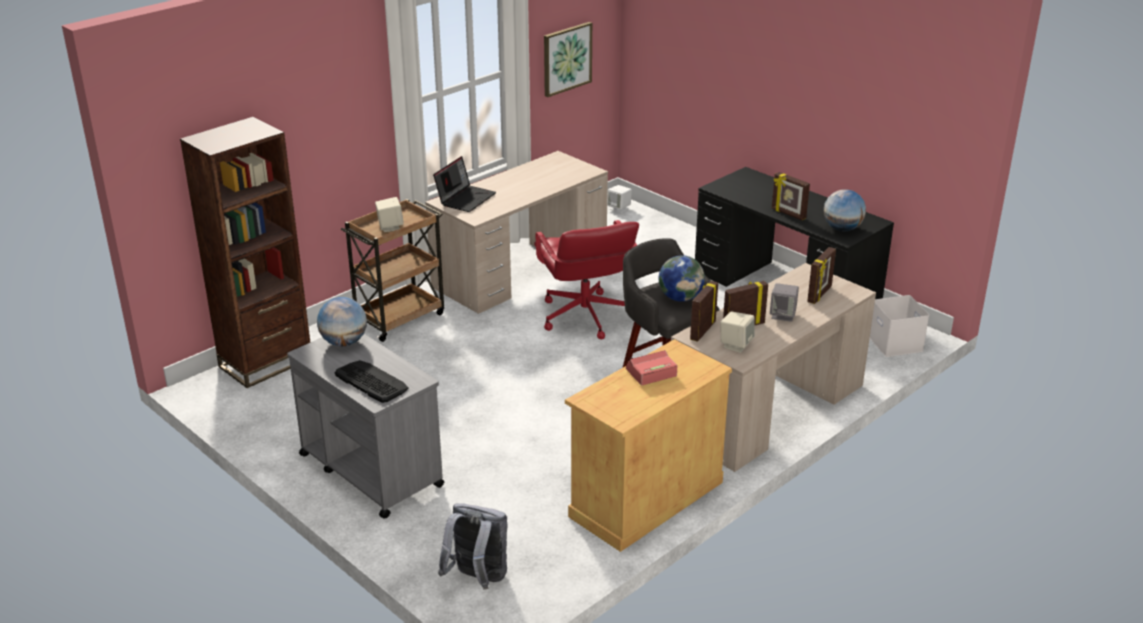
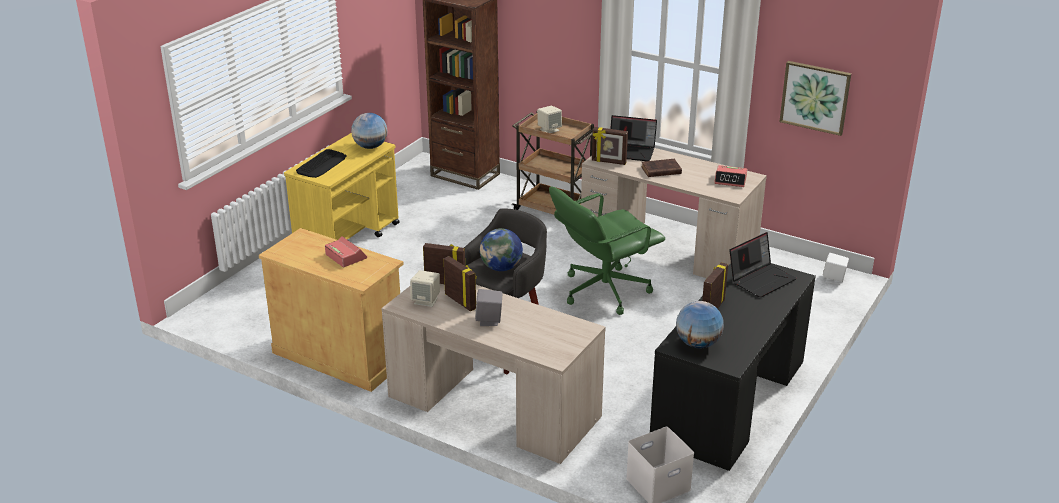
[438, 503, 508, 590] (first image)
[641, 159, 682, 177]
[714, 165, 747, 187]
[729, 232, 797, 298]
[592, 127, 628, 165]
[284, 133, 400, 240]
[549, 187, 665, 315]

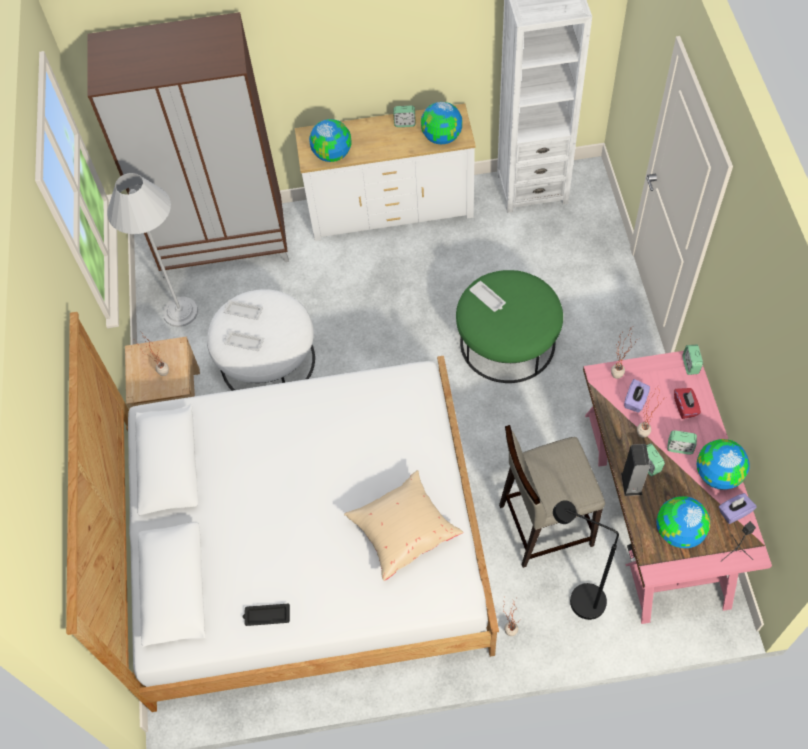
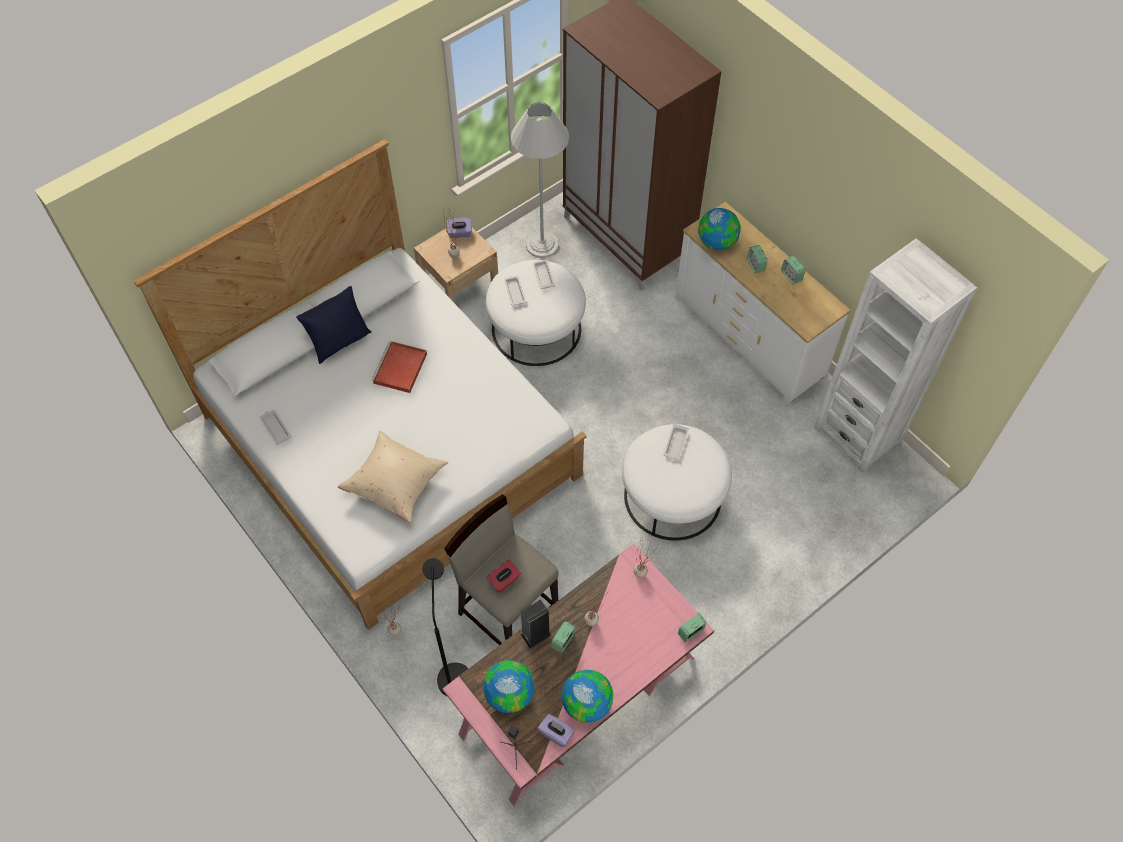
[421, 102, 462, 144] (first image)
[296, 286, 372, 364]
[371, 341, 427, 393]
[446, 218, 472, 238]
[747, 245, 768, 273]
[486, 559, 521, 593]
[260, 410, 291, 445]
[622, 424, 732, 541]

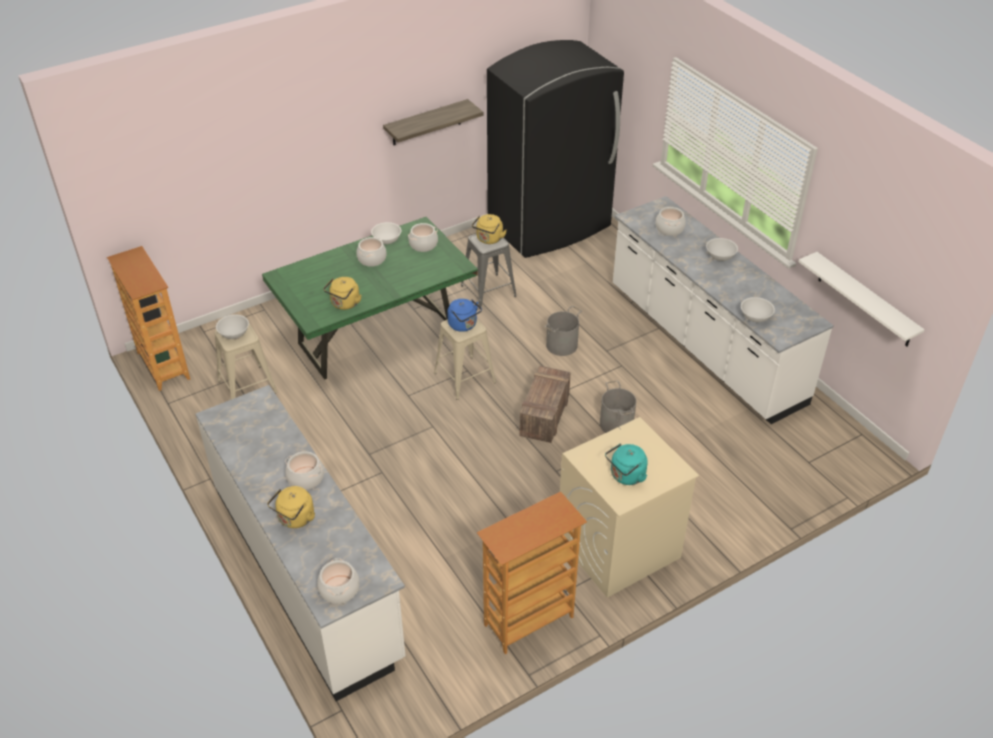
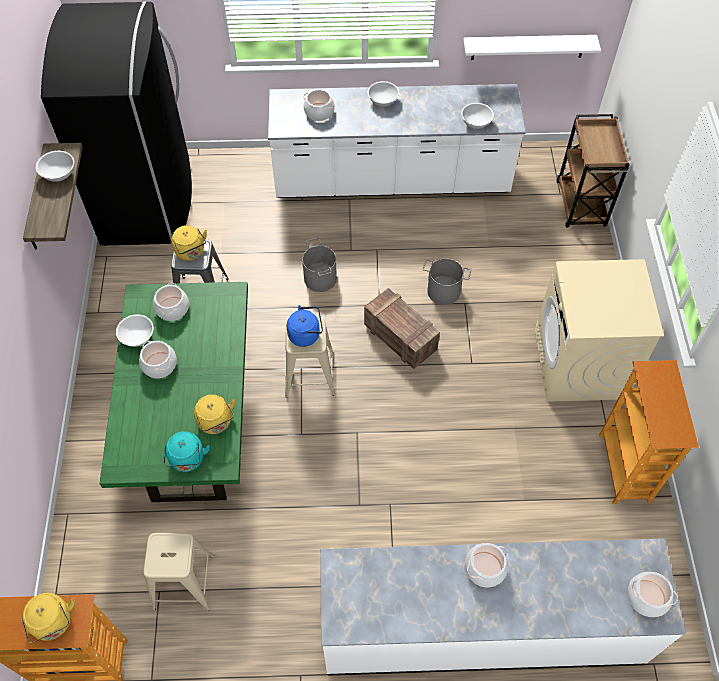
[557, 114, 630, 227]
[36, 151, 74, 182]
[21, 593, 75, 643]
[164, 431, 210, 472]

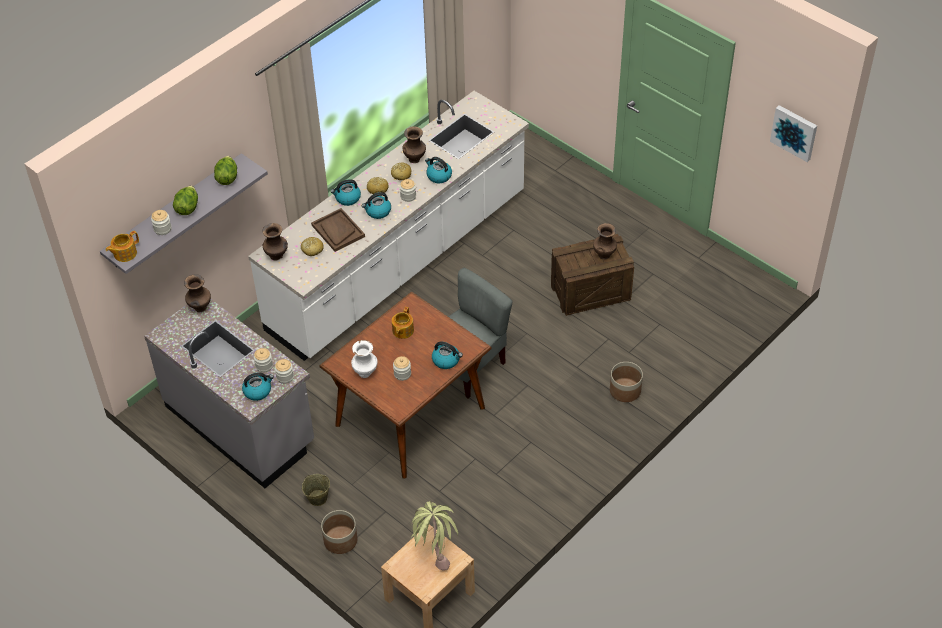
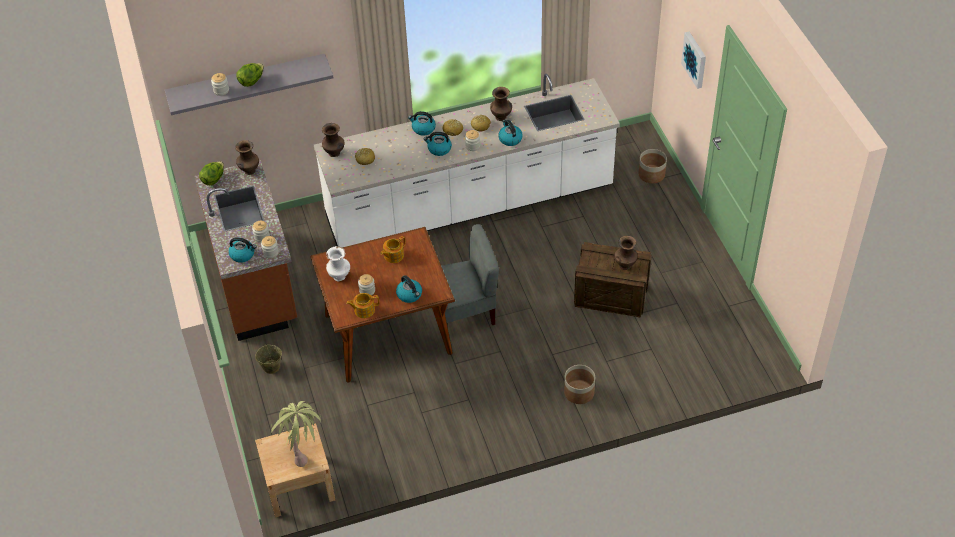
[311, 208, 365, 252] (first image)
[346, 293, 379, 318]
[199, 161, 224, 185]
[638, 149, 667, 183]
[681, 32, 706, 89]
[194, 160, 297, 341]

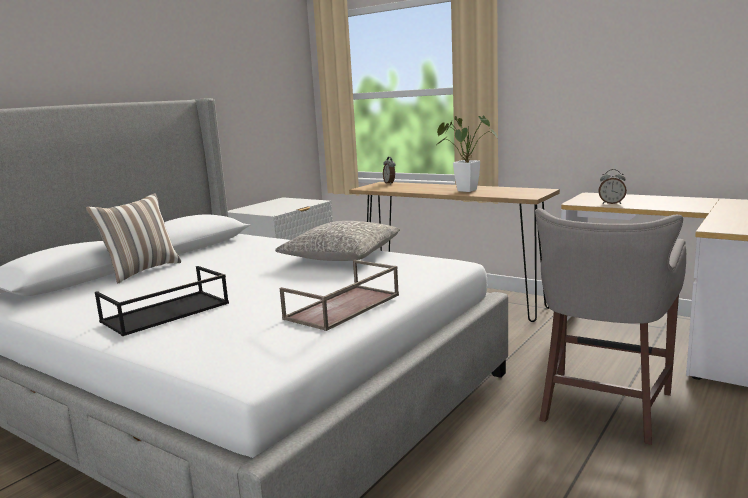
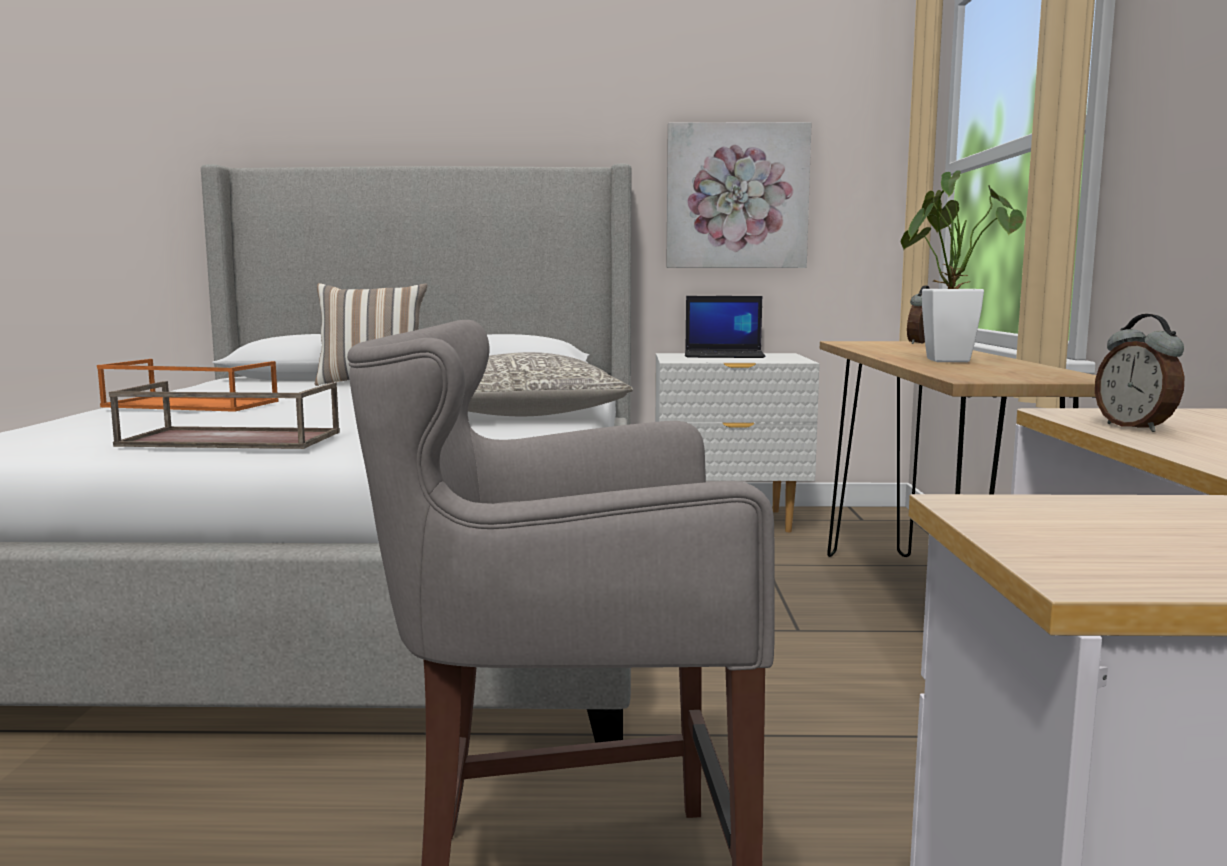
[666, 122, 812, 268]
[685, 296, 765, 358]
[97, 359, 279, 412]

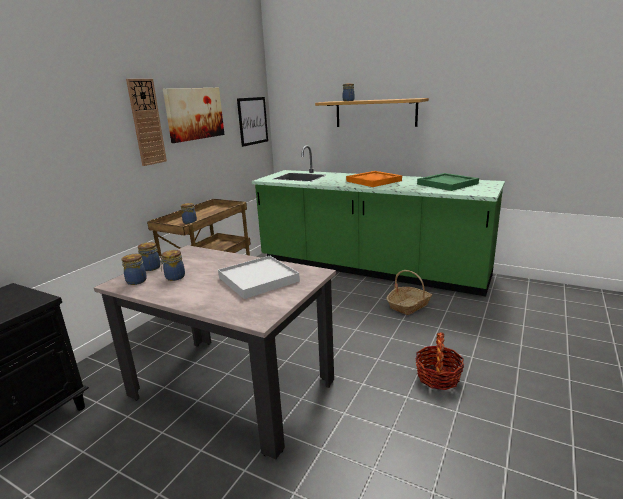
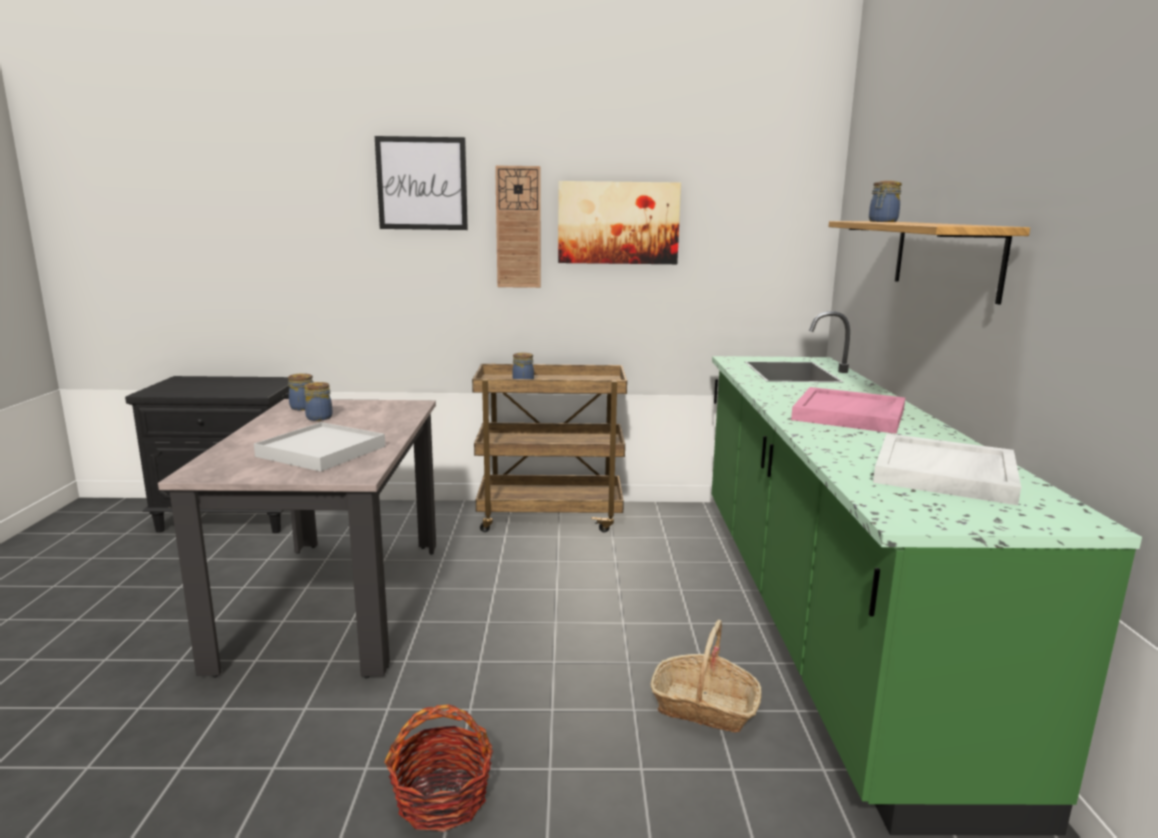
[138, 242, 161, 271] (first image)
[375, 136, 468, 230]
[791, 387, 906, 434]
[873, 433, 1021, 505]

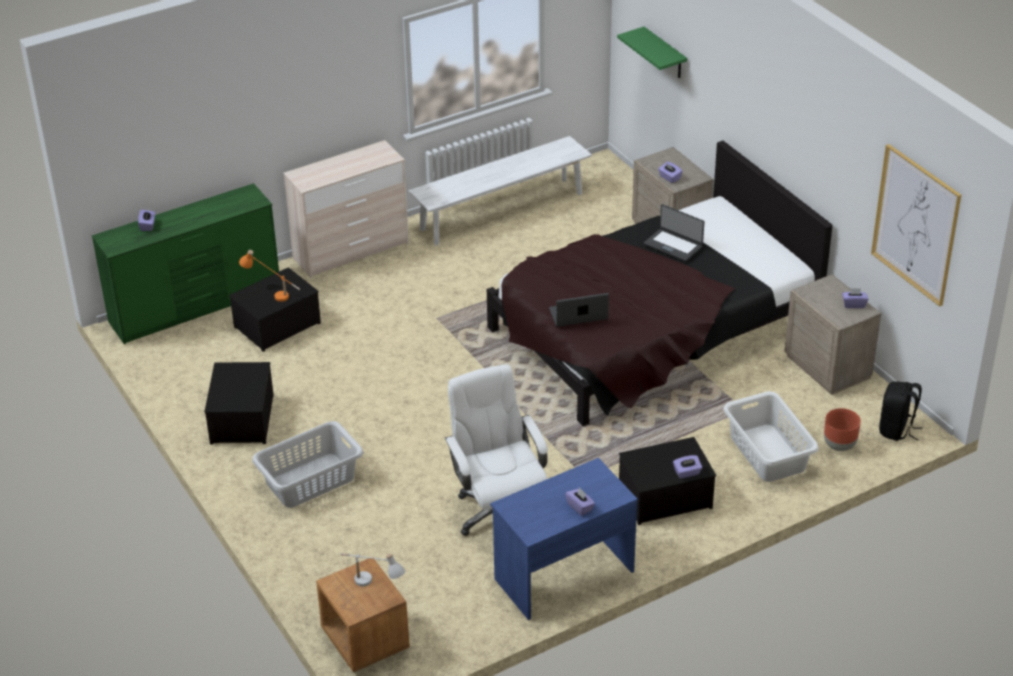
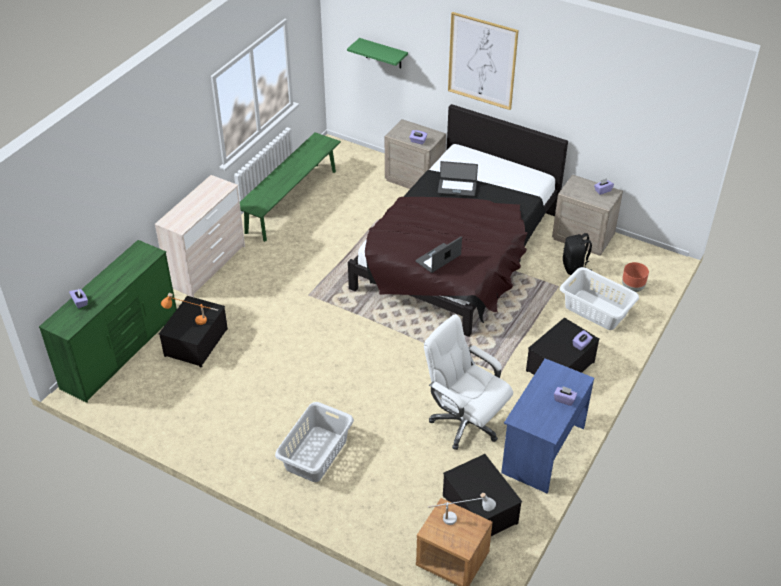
[443, 454, 522, 536]
[448, 12, 519, 110]
[563, 233, 592, 275]
[240, 132, 341, 242]

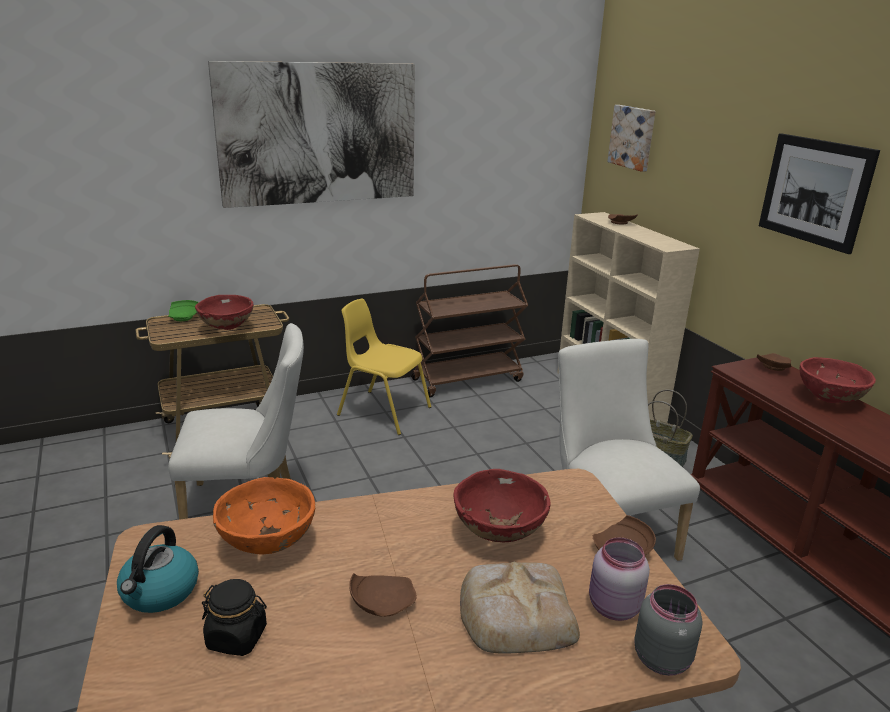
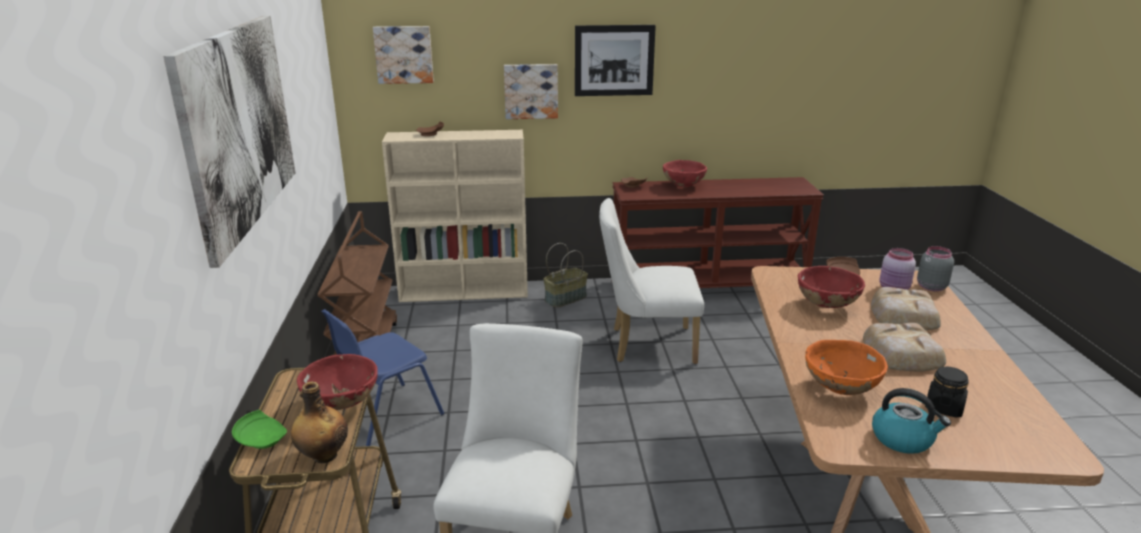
[291, 382, 348, 463]
[504, 64, 558, 119]
[863, 323, 946, 372]
[321, 309, 444, 446]

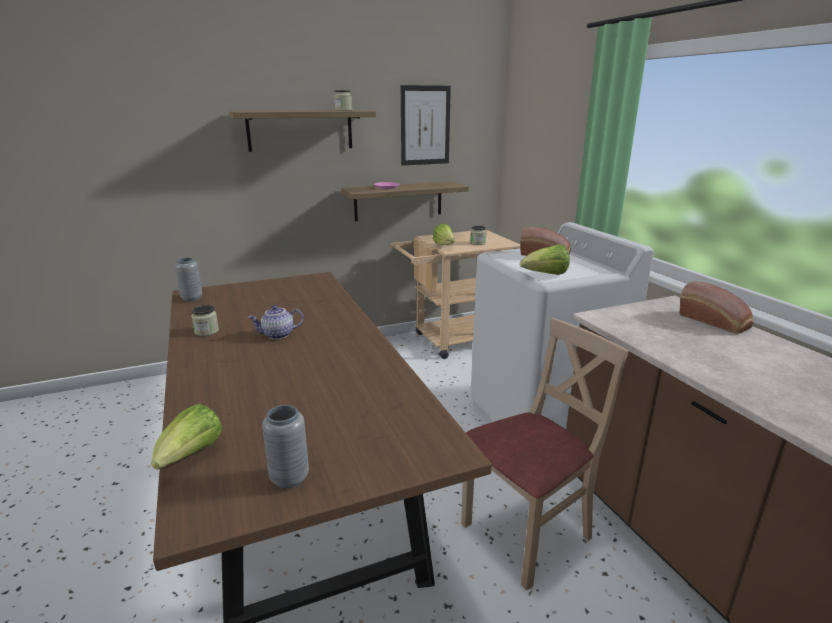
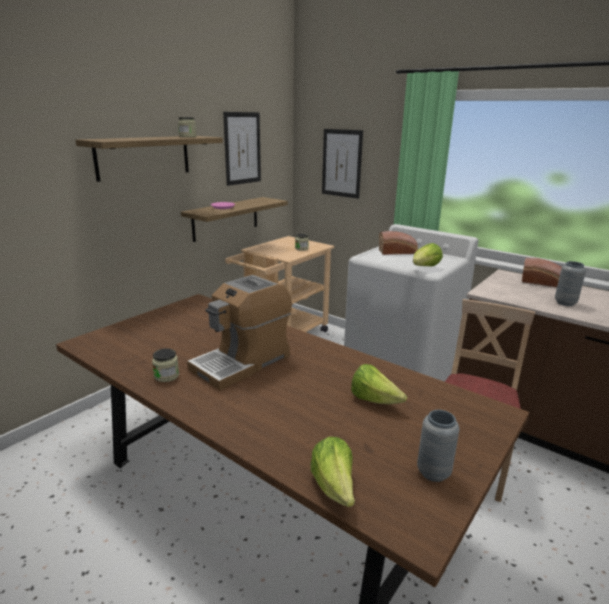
[322, 129, 363, 199]
[555, 261, 586, 306]
[351, 364, 407, 404]
[187, 275, 292, 390]

